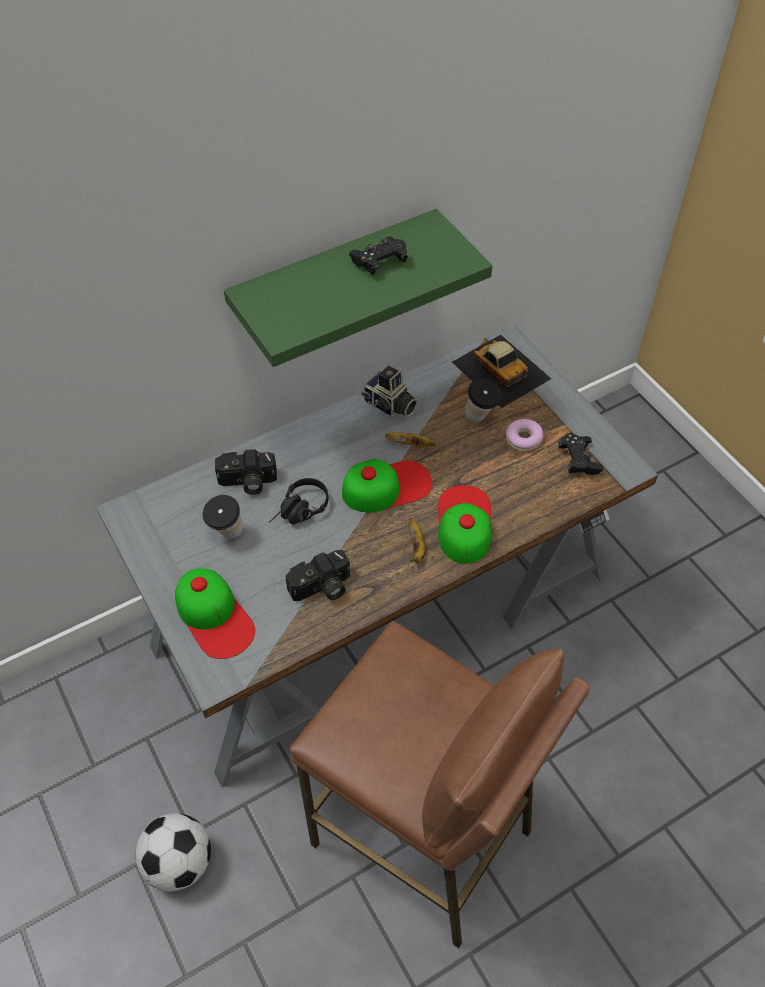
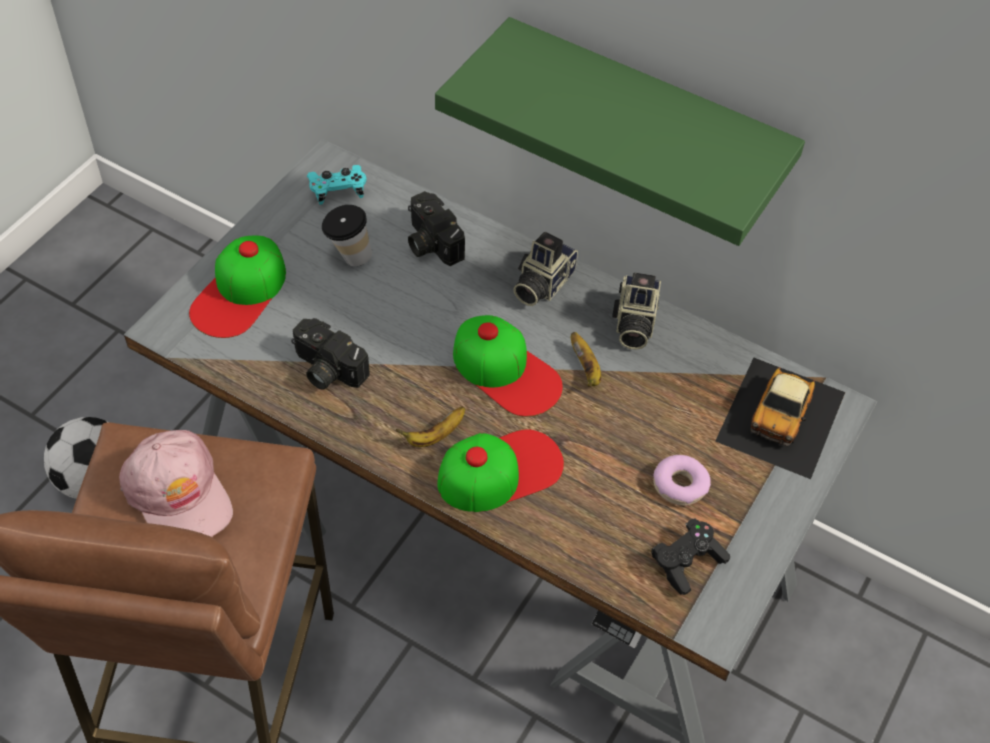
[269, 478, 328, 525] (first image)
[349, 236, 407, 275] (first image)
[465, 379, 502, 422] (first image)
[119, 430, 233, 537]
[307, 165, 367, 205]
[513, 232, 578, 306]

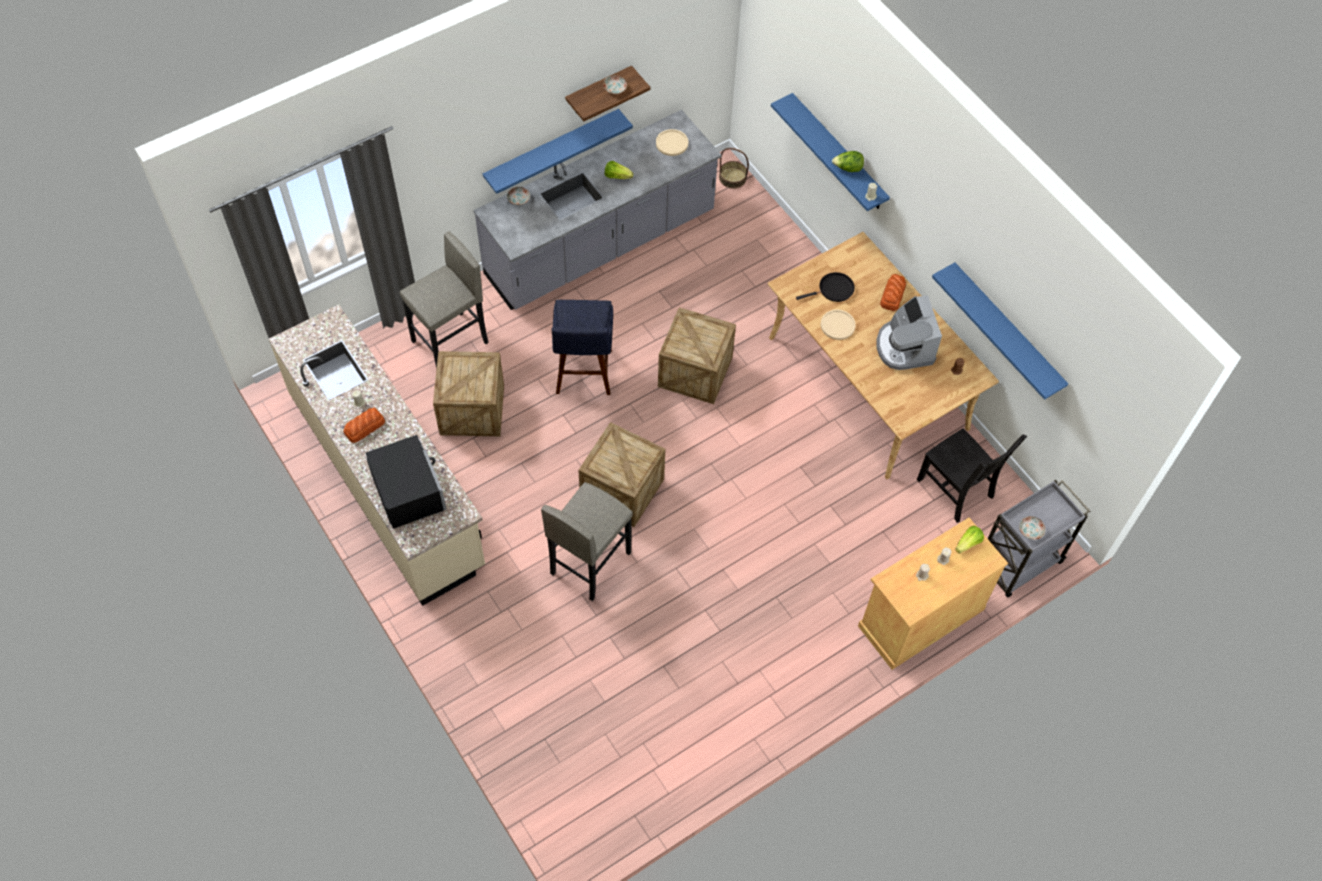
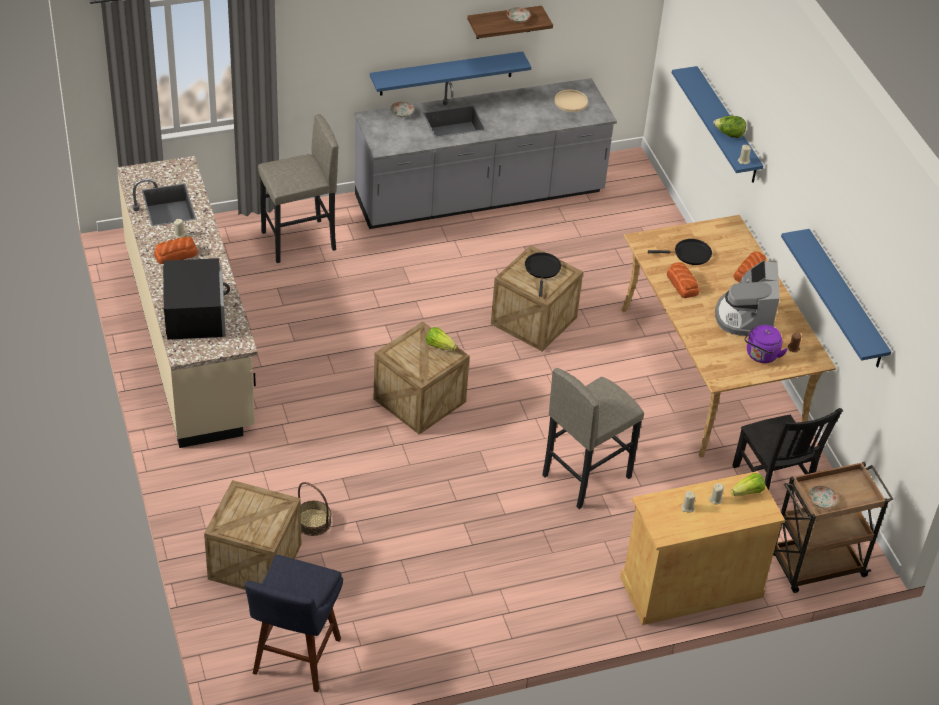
[525, 252, 561, 297]
[744, 325, 788, 363]
[204, 480, 302, 590]
[542, 368, 644, 509]
[245, 555, 343, 692]
[426, 327, 457, 351]
[298, 482, 331, 536]
[667, 262, 699, 298]
[773, 462, 893, 593]

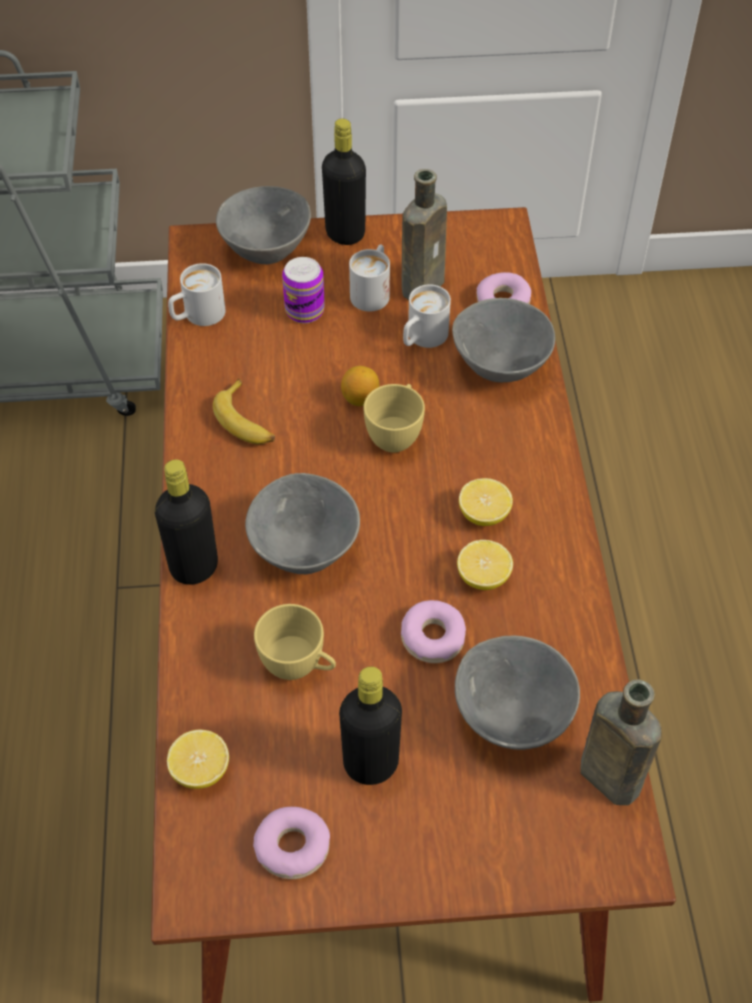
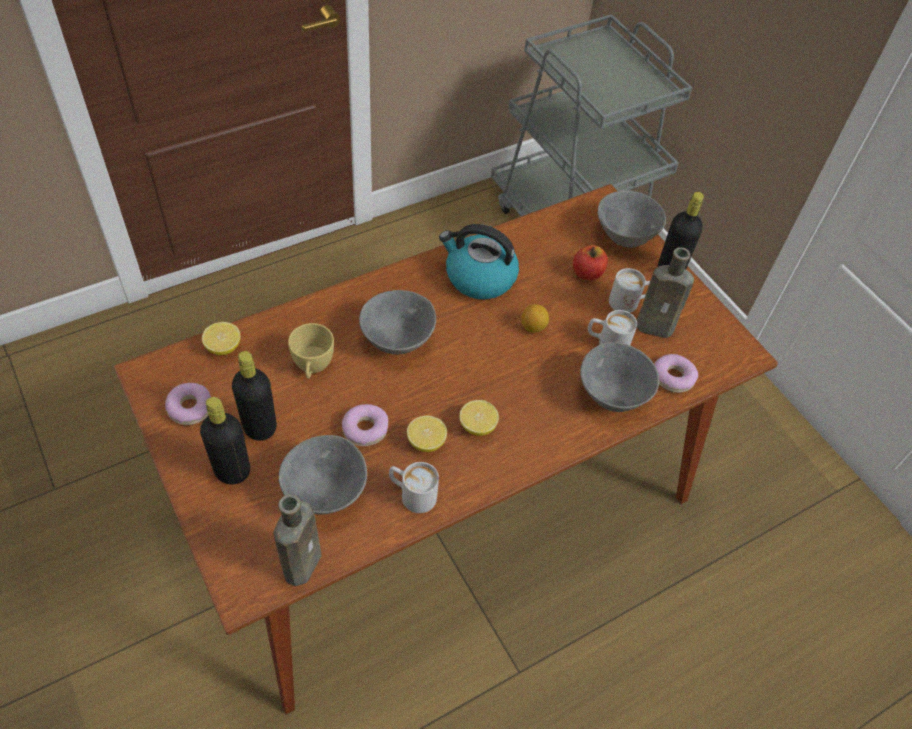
[363, 384, 425, 452] (first image)
[200, 397, 250, 485]
[389, 462, 439, 513]
[439, 224, 519, 299]
[573, 245, 608, 281]

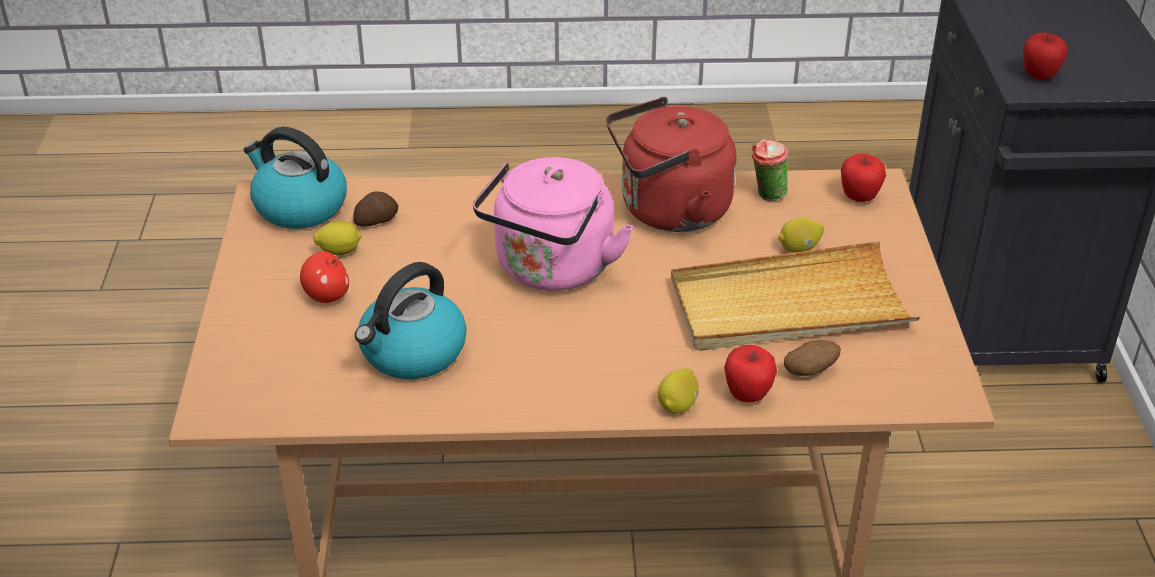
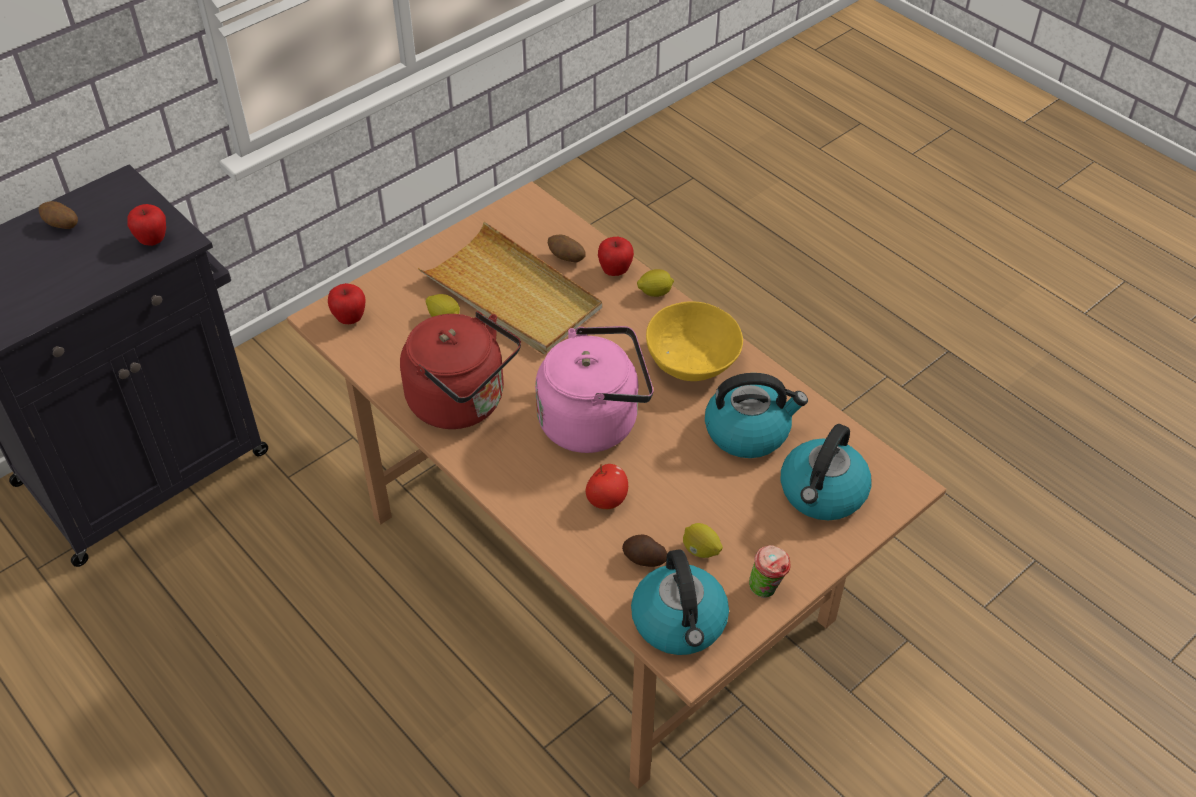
[38, 201, 78, 229]
[646, 301, 743, 381]
[781, 424, 872, 520]
[586, 464, 628, 509]
[749, 545, 790, 598]

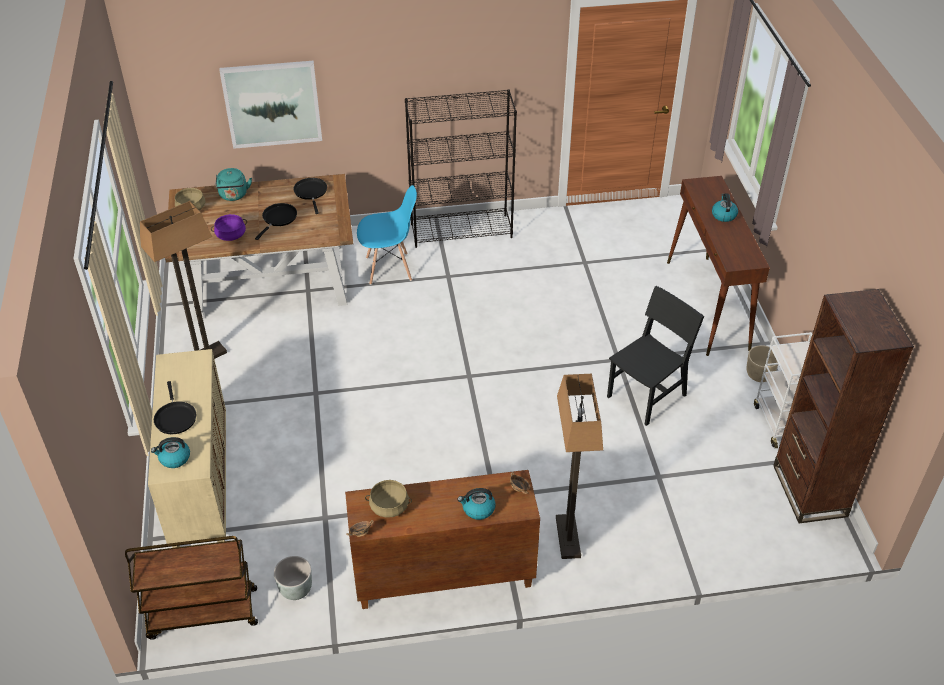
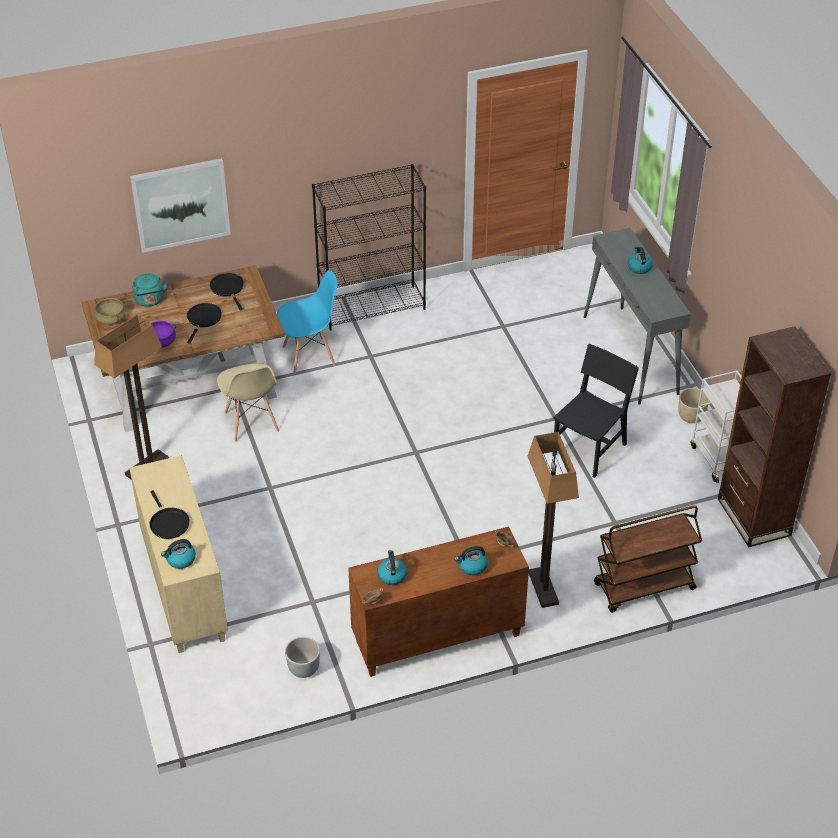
[217, 363, 279, 442]
[594, 505, 702, 613]
[377, 550, 407, 585]
[584, 228, 691, 405]

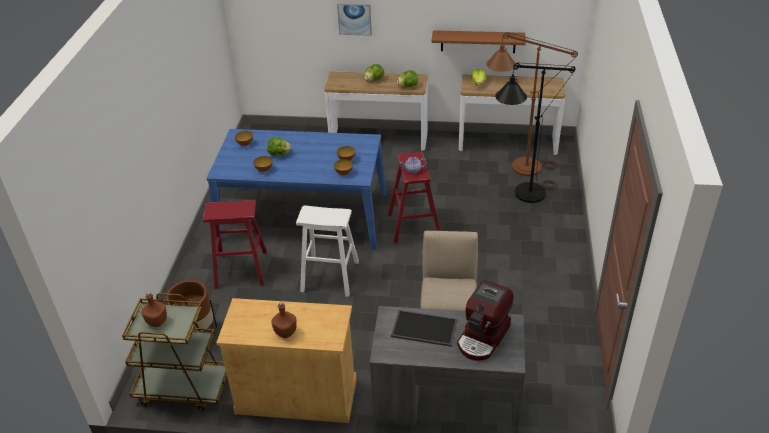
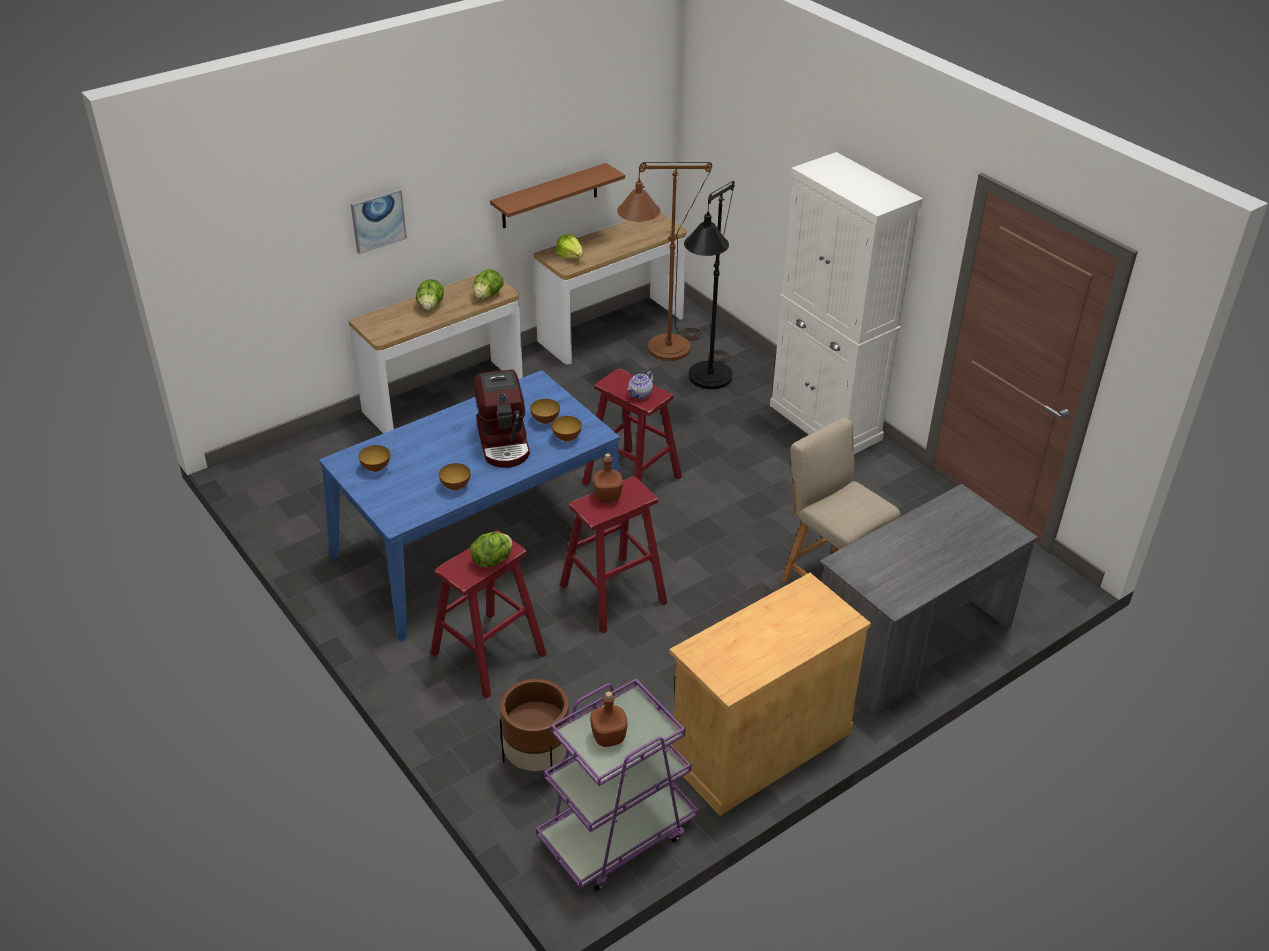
[391, 310, 457, 347] (first image)
[770, 152, 923, 454]
[470, 532, 512, 567]
[593, 453, 623, 502]
[474, 369, 530, 468]
[536, 679, 698, 891]
[560, 477, 667, 634]

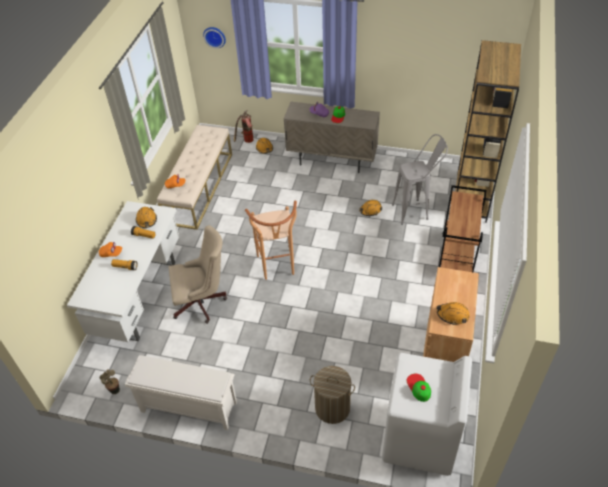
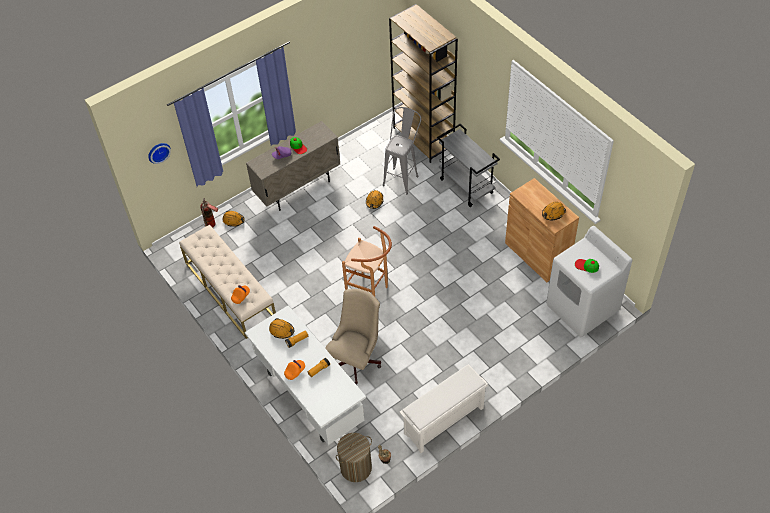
[336, 433, 372, 482]
[437, 124, 500, 207]

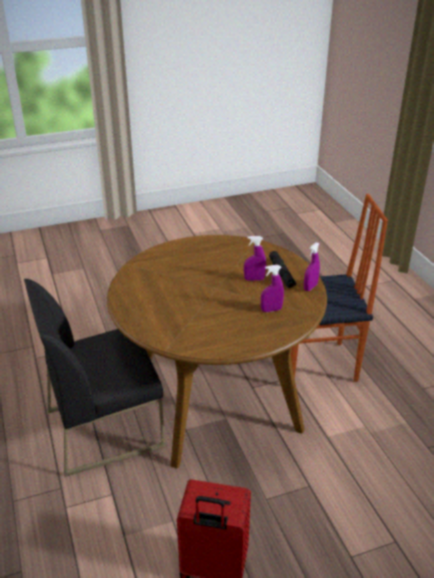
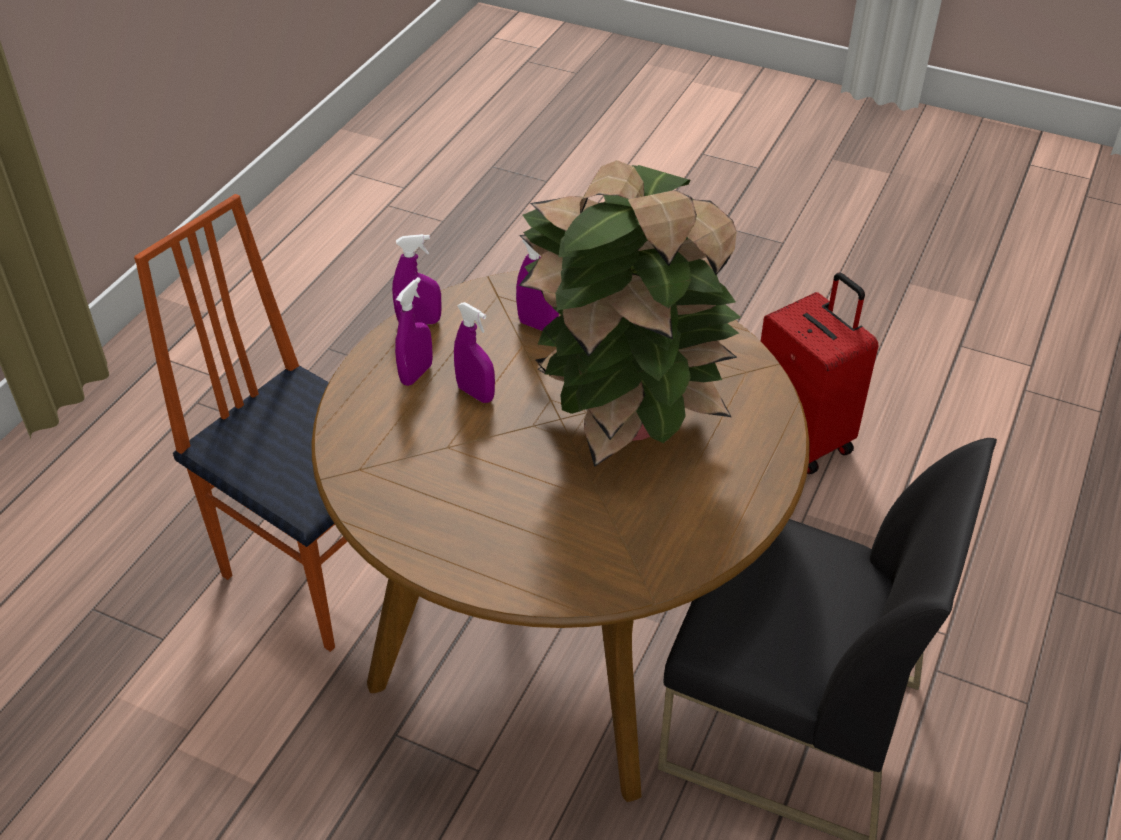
[519, 160, 741, 467]
[395, 277, 433, 386]

